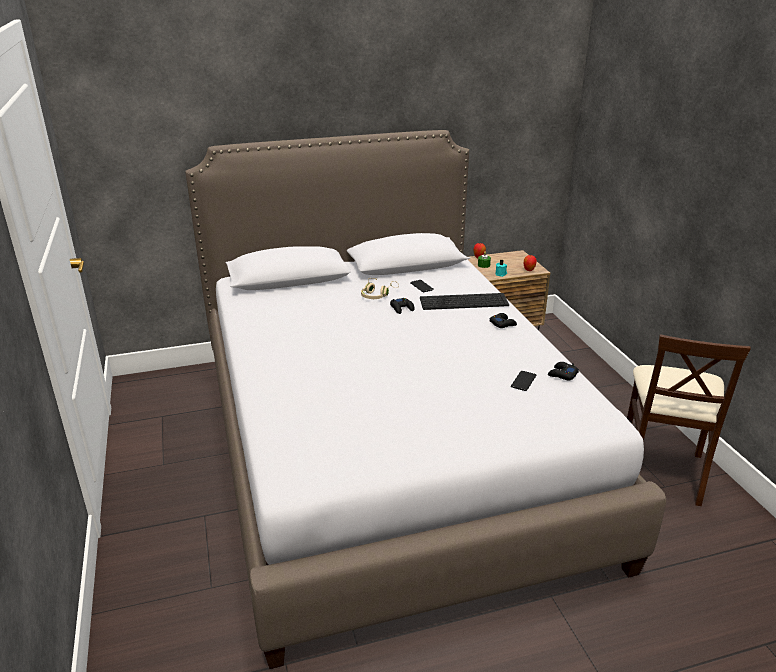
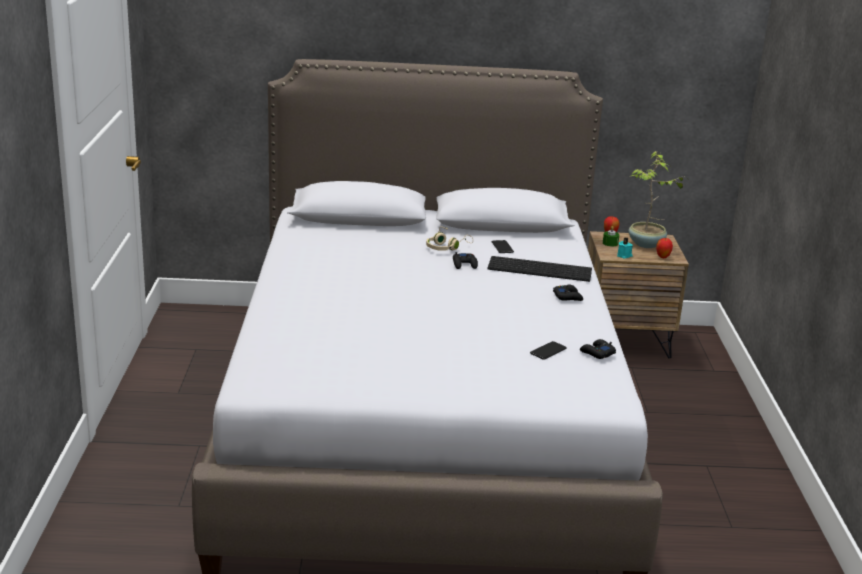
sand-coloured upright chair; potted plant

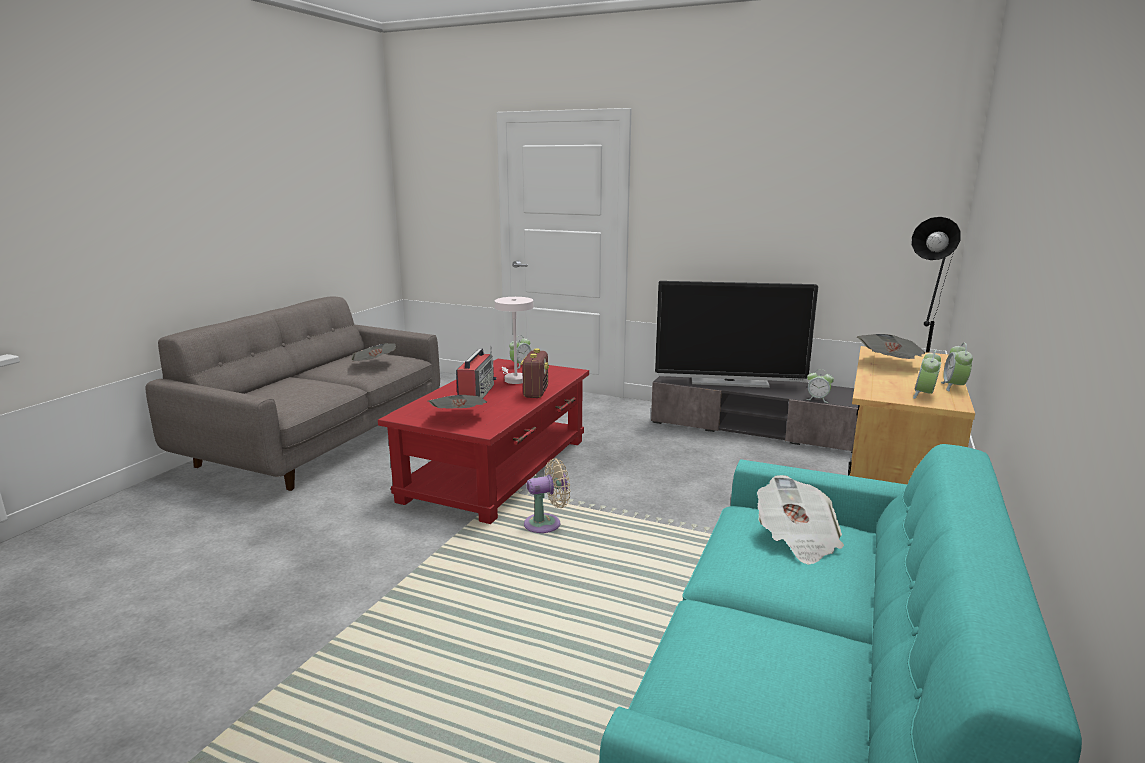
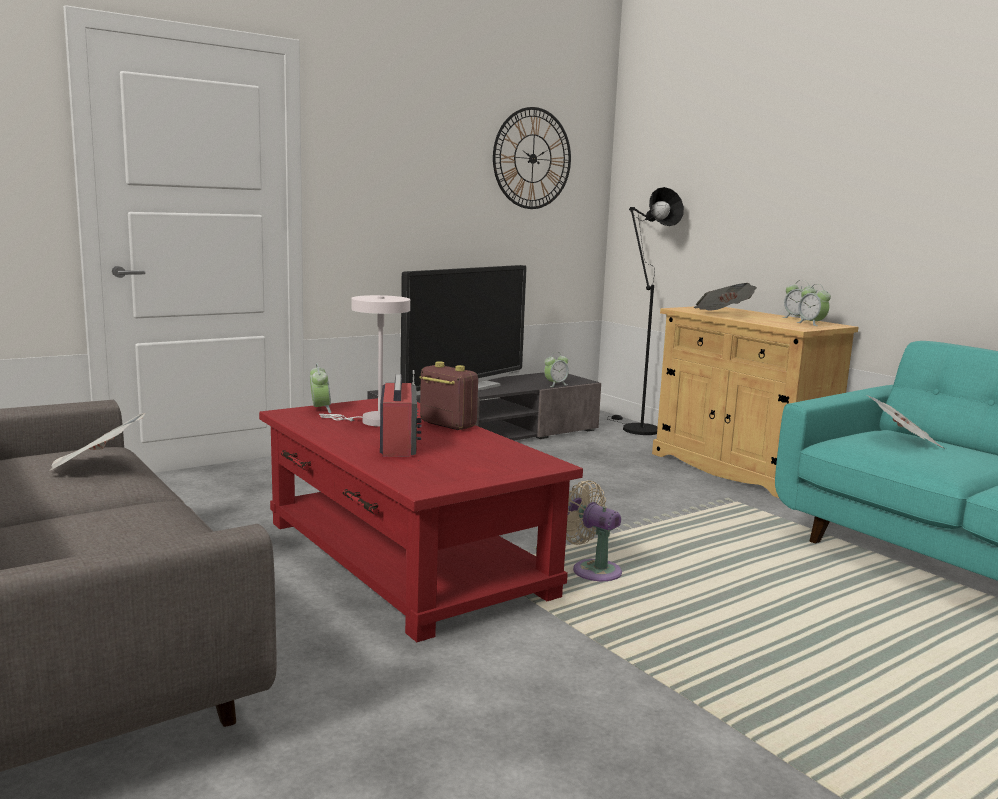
radio set (no. 1 from left); printed paper (no. 2 from left in the first image); sand-coloured cooling fan; clock on the wall

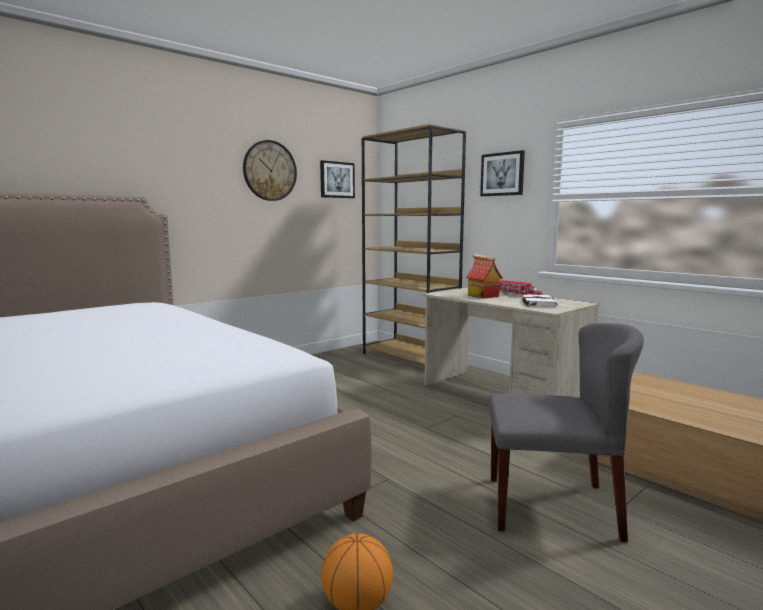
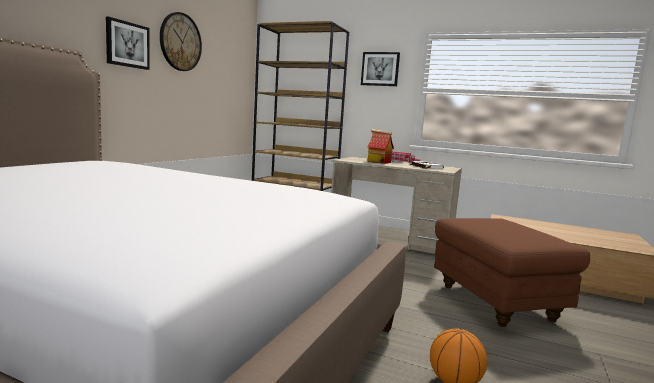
wall art (no. 1 from left); brown-coloured footrest

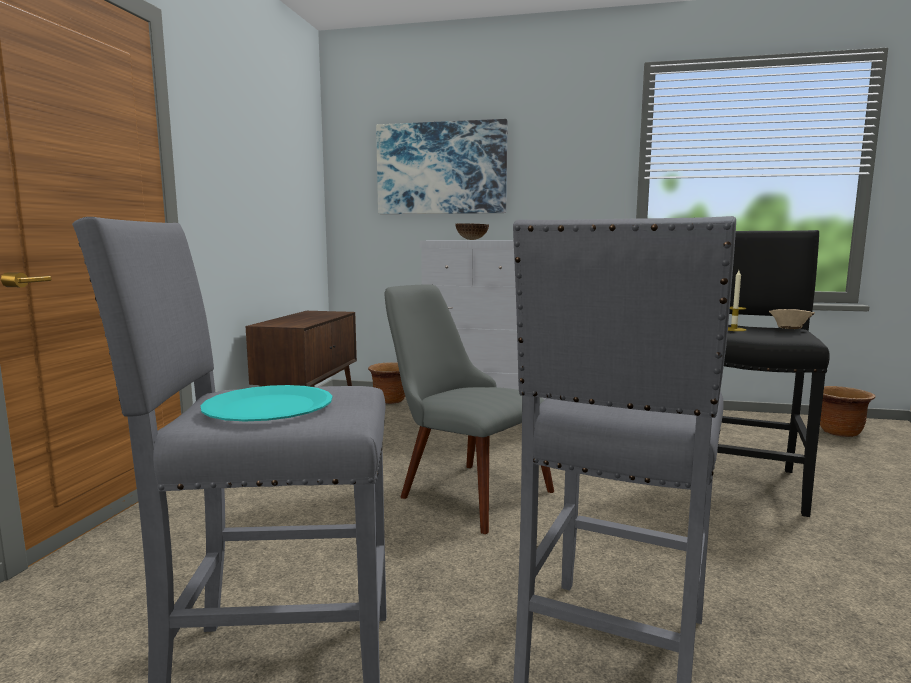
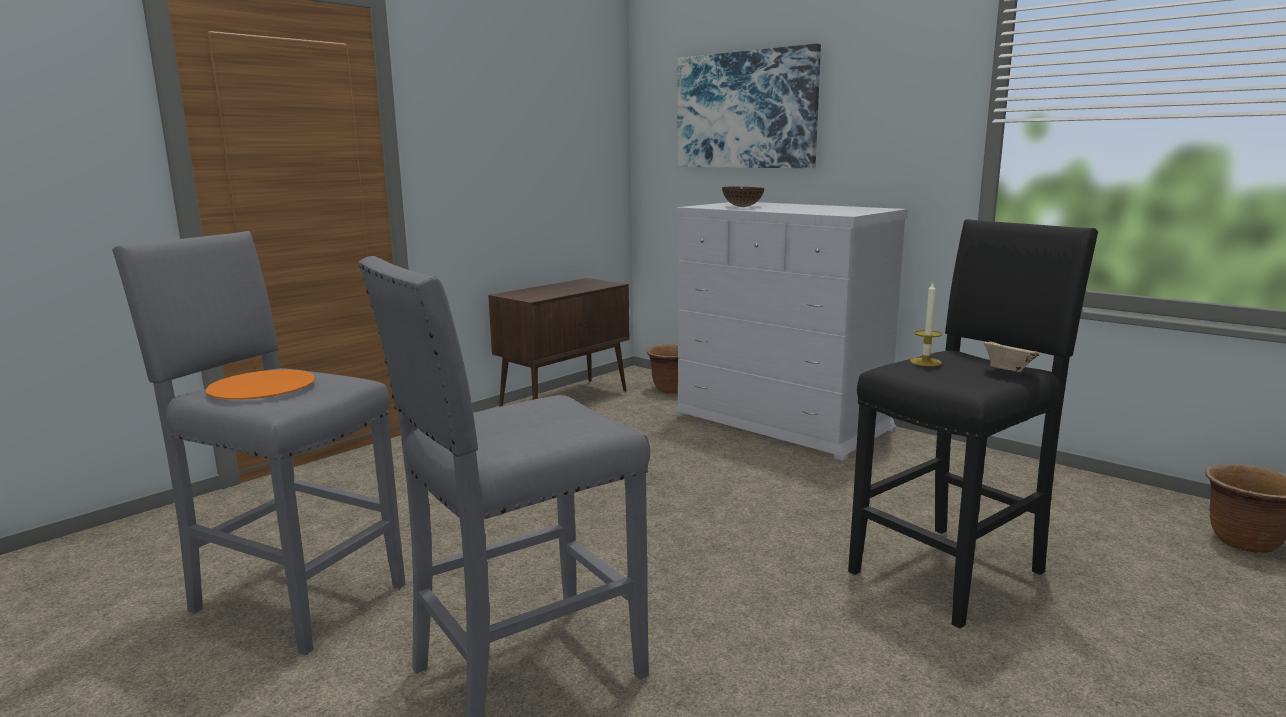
grey upright chair; orangey plate

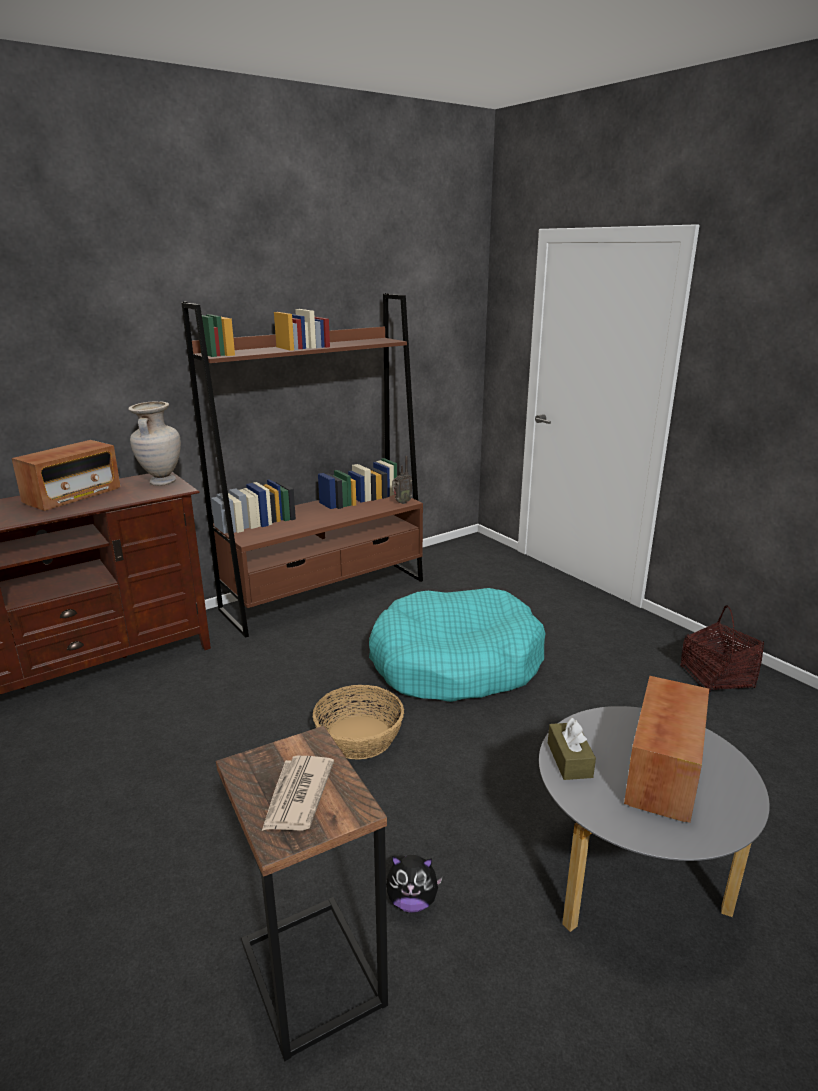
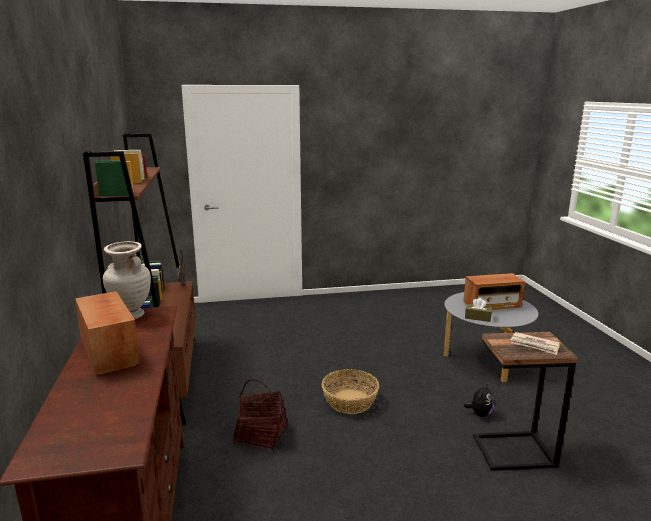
turquoise-coloured dog bed; basket (no. 1 from left); radio set (no. 3 from left)

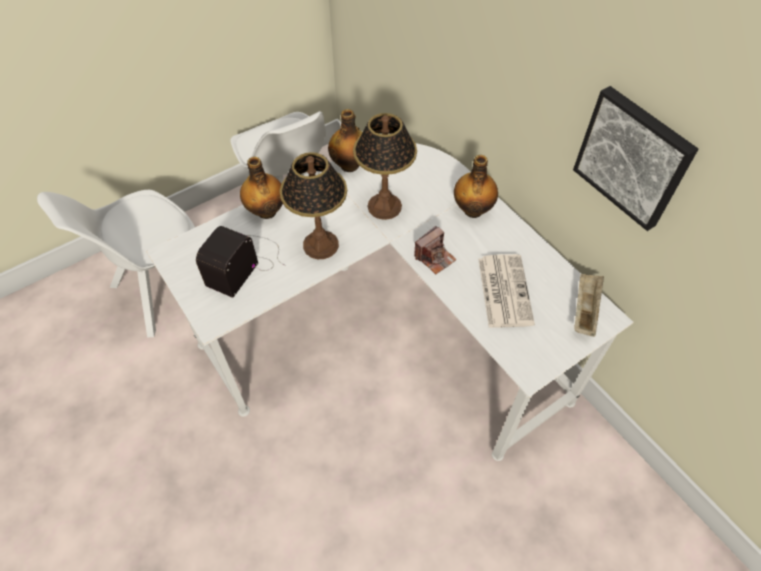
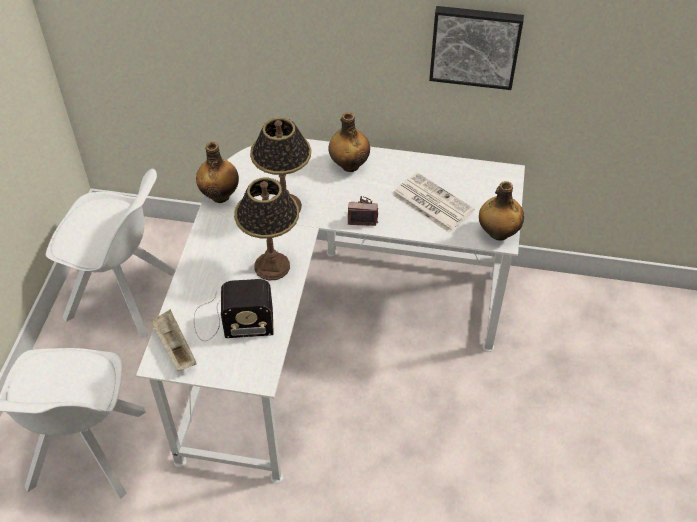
bottle (no. 3 from left); radio set; photo camera; sand-coloured serving tray

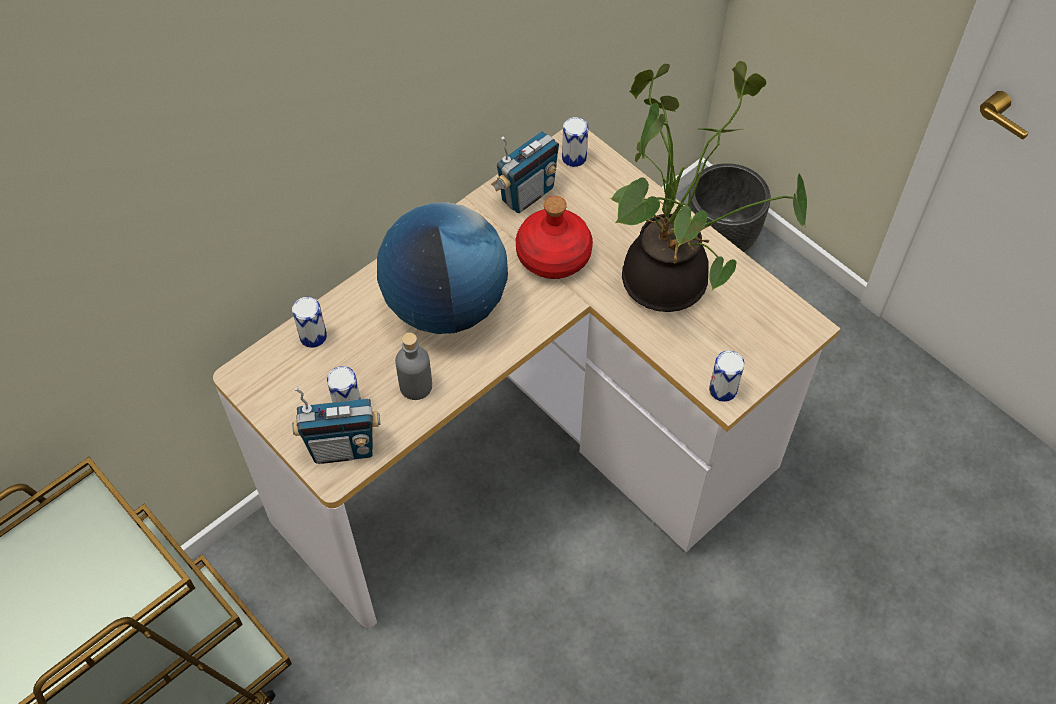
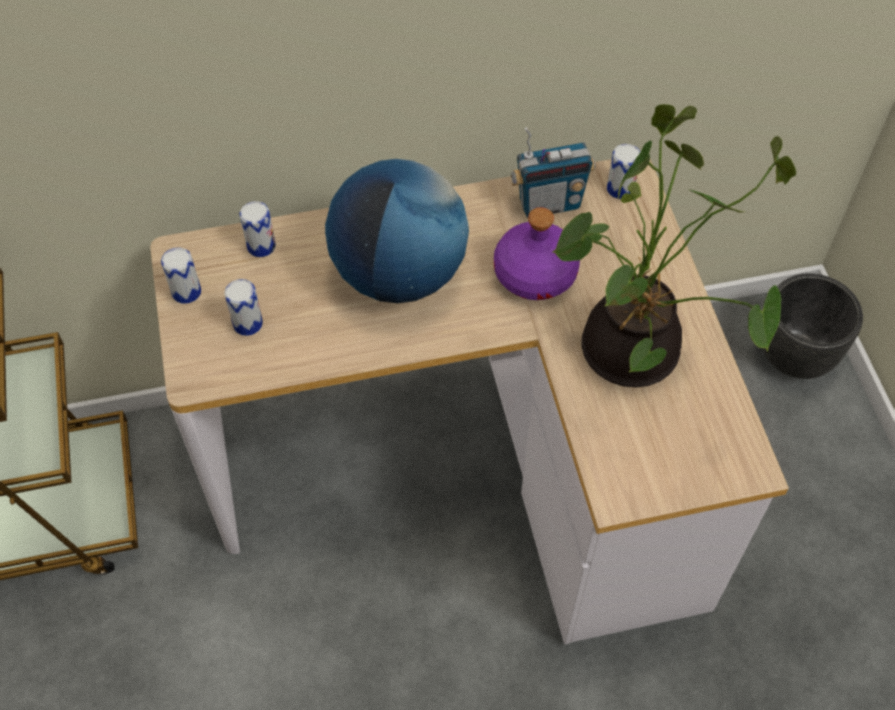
purple-coloured bottle; grey bottle; can (no. 1 from left); radio set (no. 1 from left in the first image)

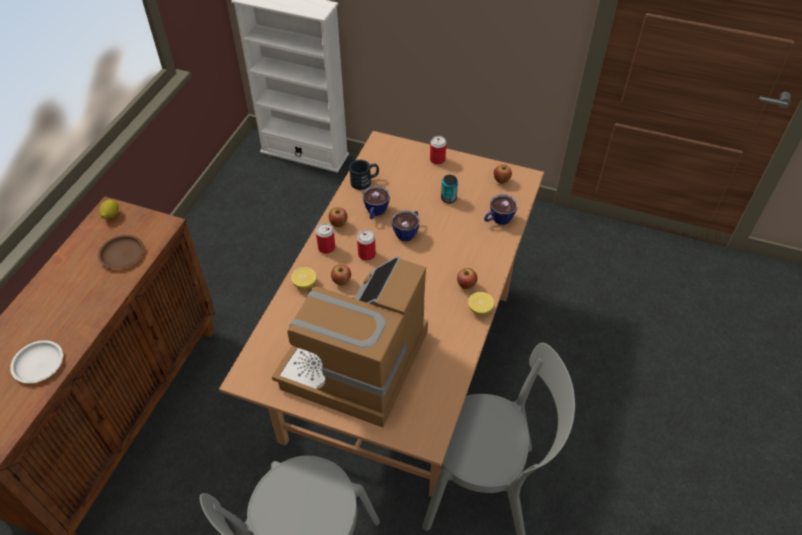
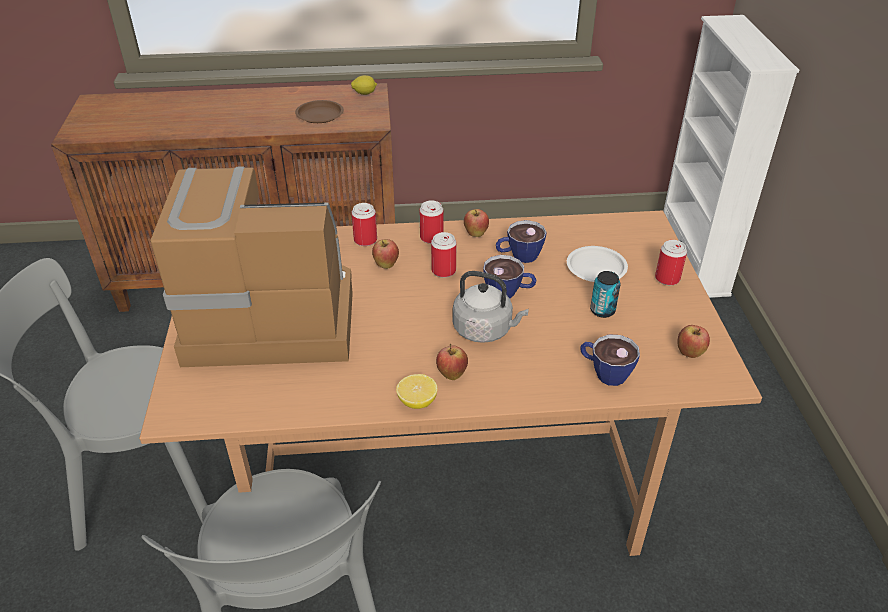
black-coloured mug; can (no. 1 from left); whitish plate; grey kettle

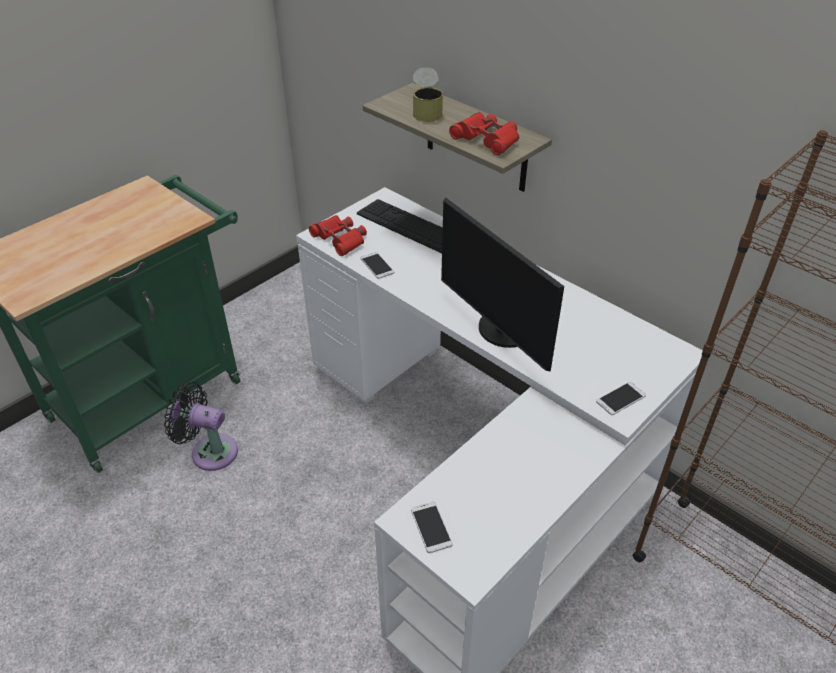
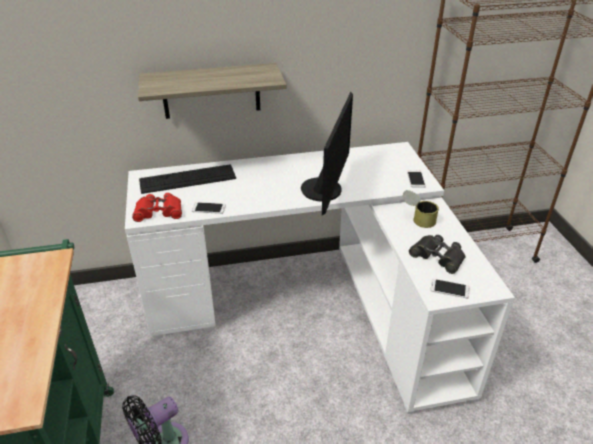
can; red pair of binoculars (no. 2 from left in the first image); monitor; black-coloured pair of binoculars

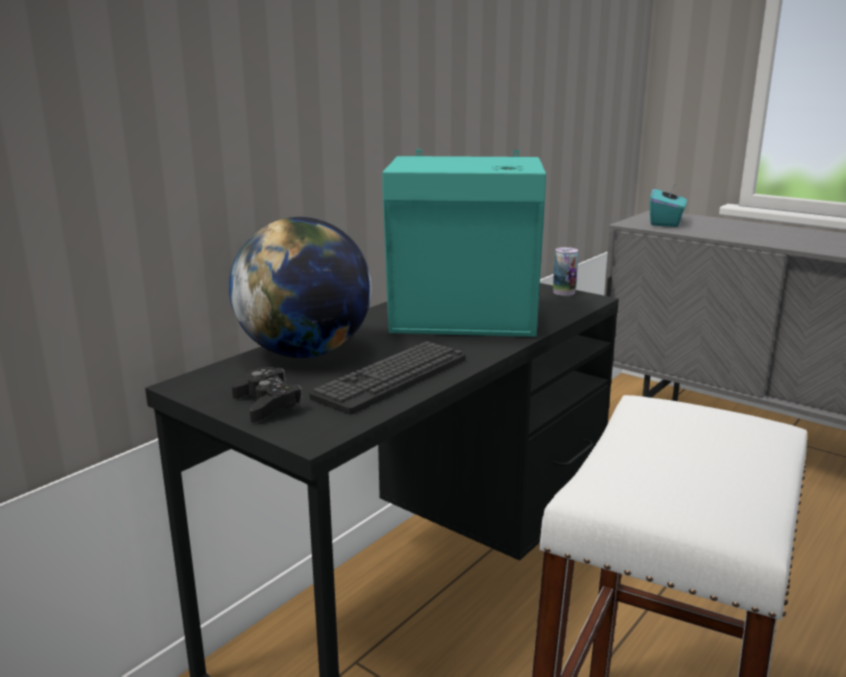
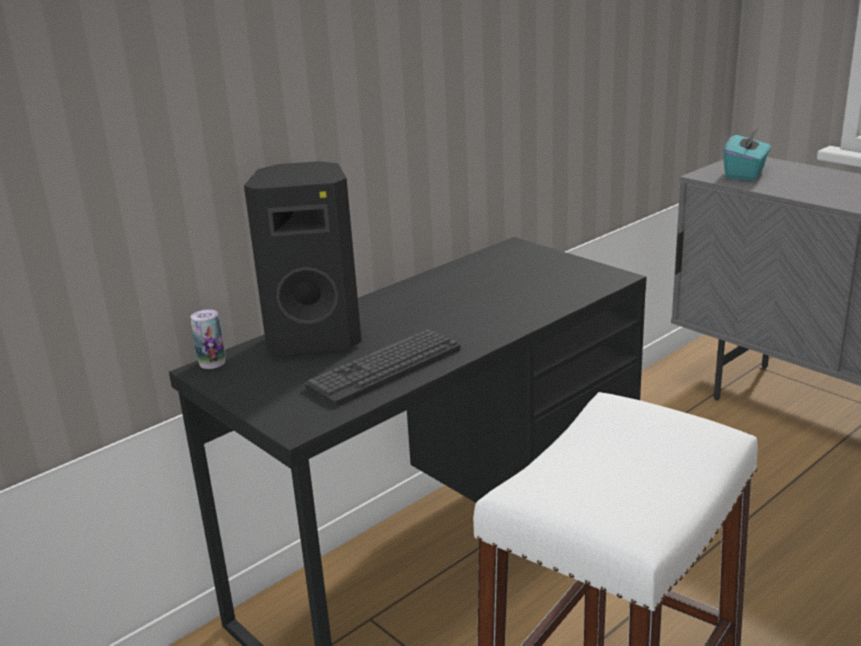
turquoise-coloured audio speaker; black-coloured audio speaker; can; black-coloured gamepad

